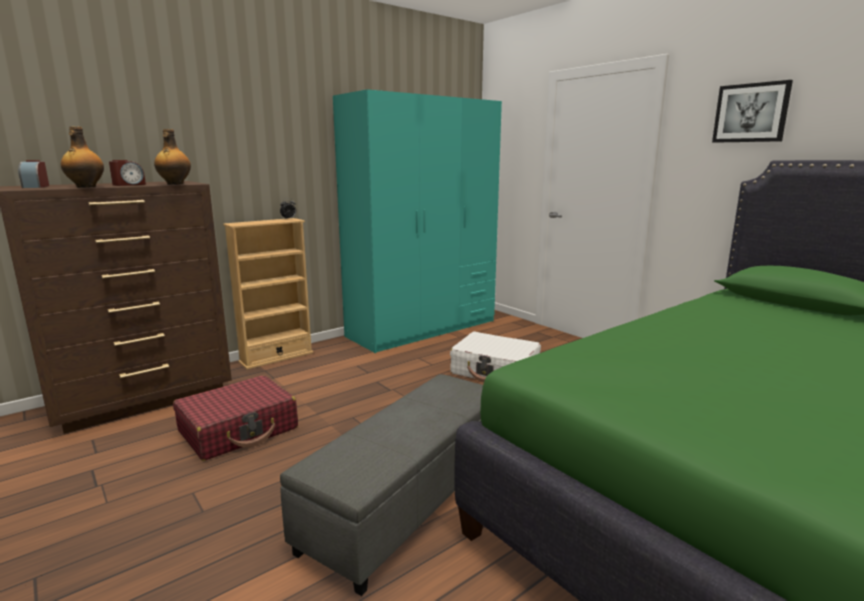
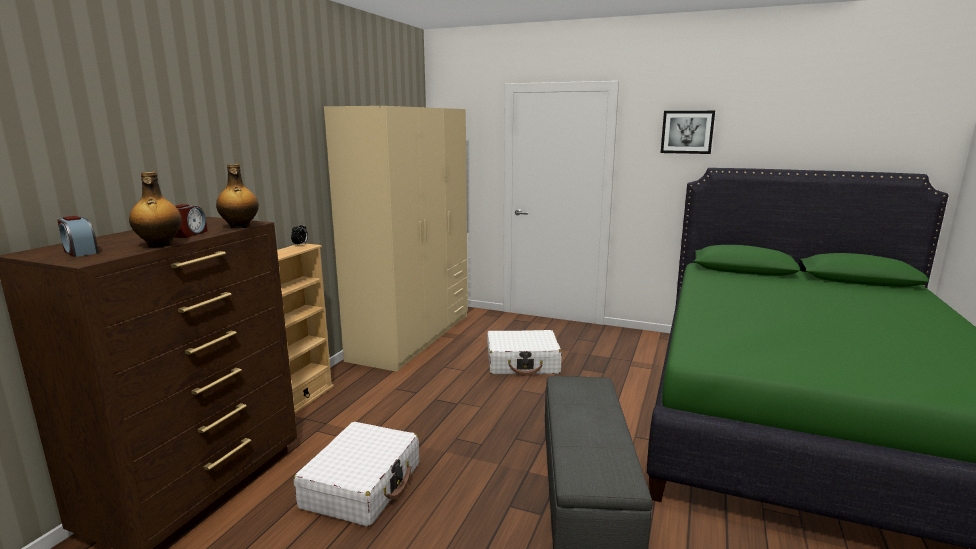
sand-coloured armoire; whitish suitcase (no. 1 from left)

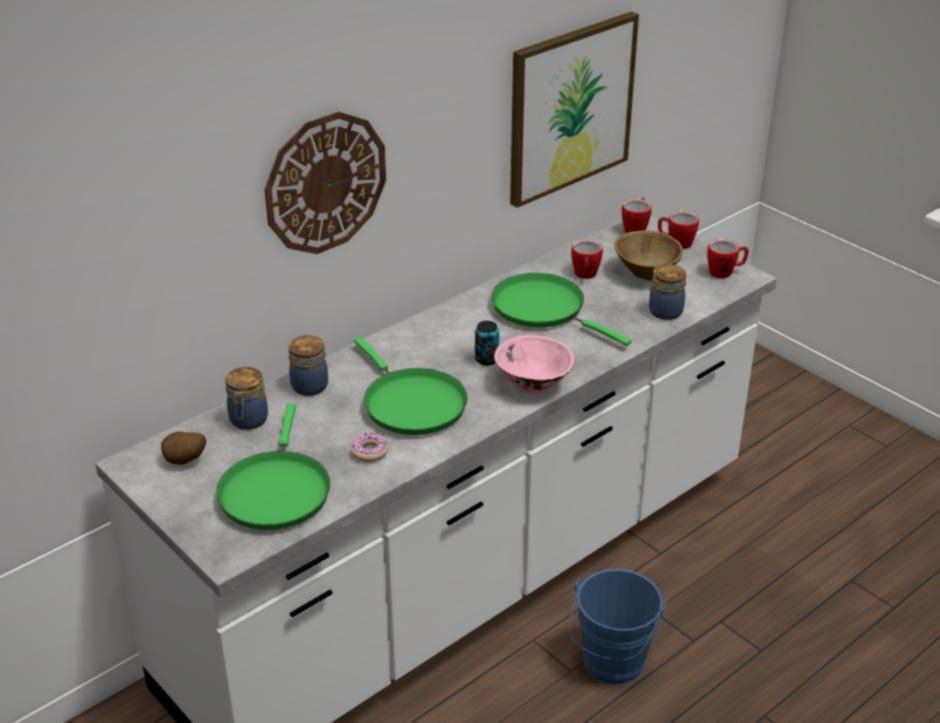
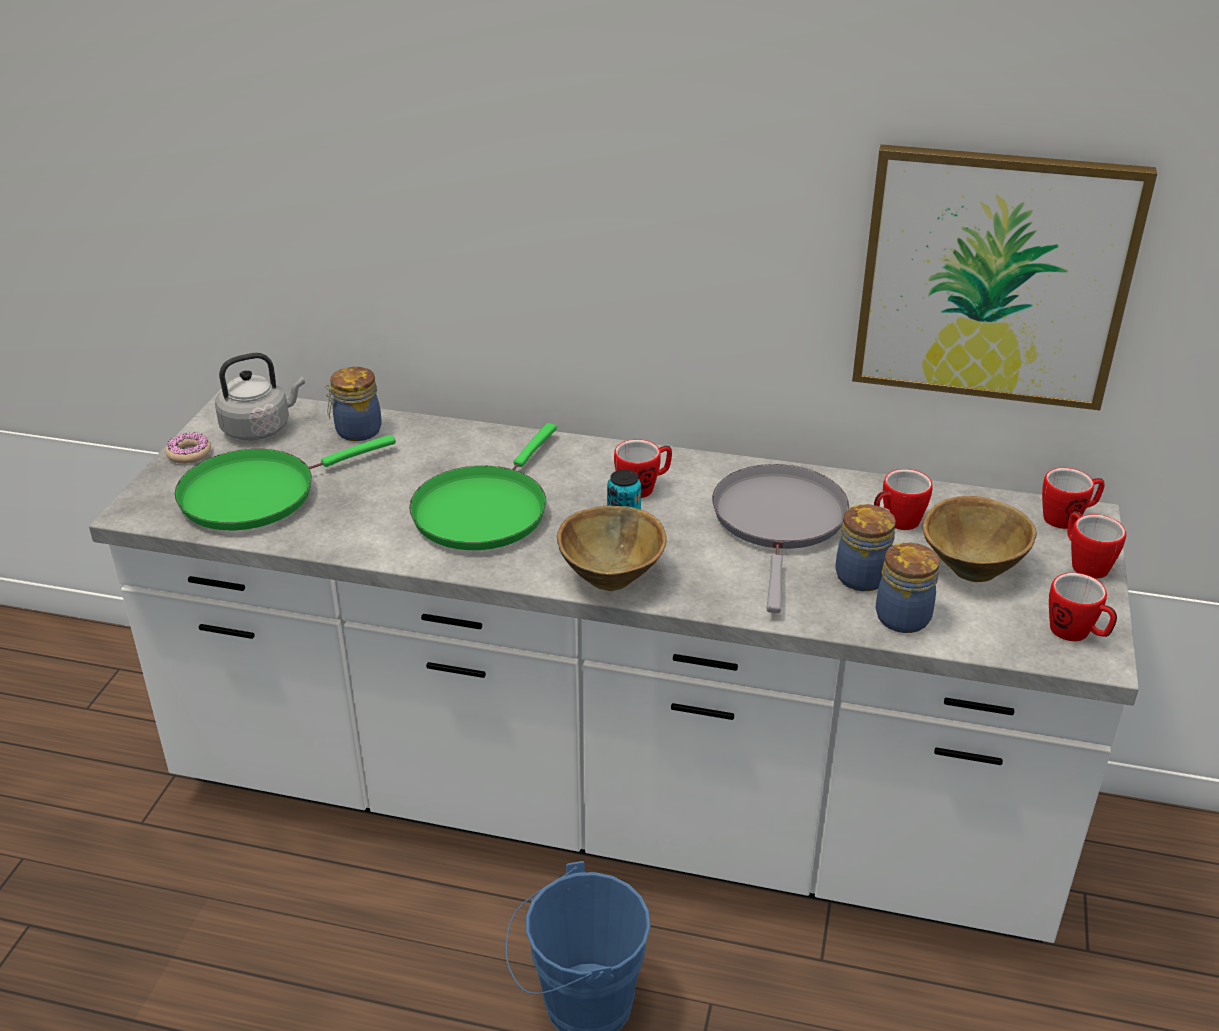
clock on the wall; grey pan; preserve jar (no. 2 from left); brown-coloured deep dish (no. 1 from left); grey kettle; ring doughnut; mug (no. 1 from left)

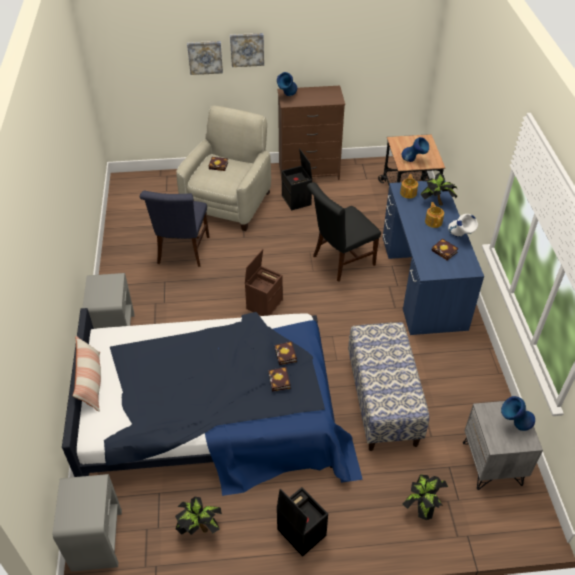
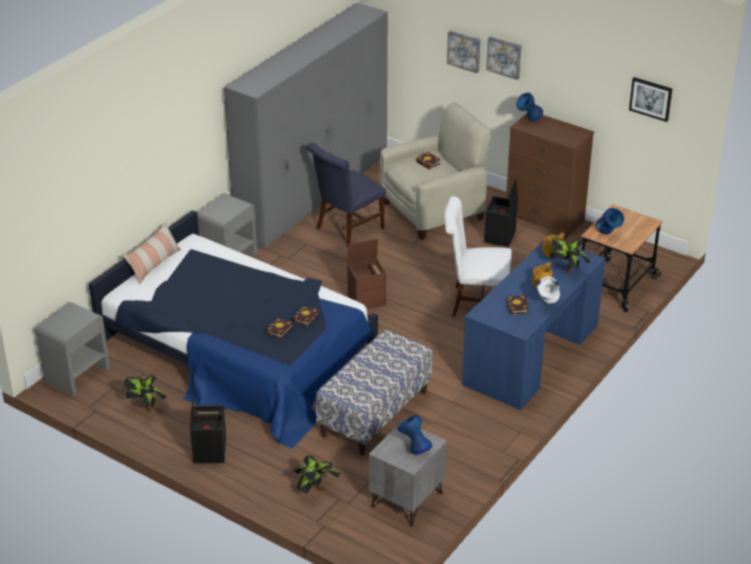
whitish upright chair; grey armoire; wall art (no. 3 from left)

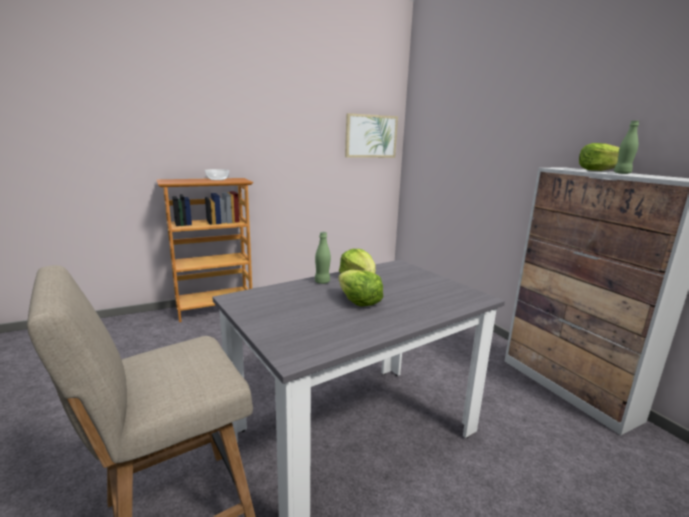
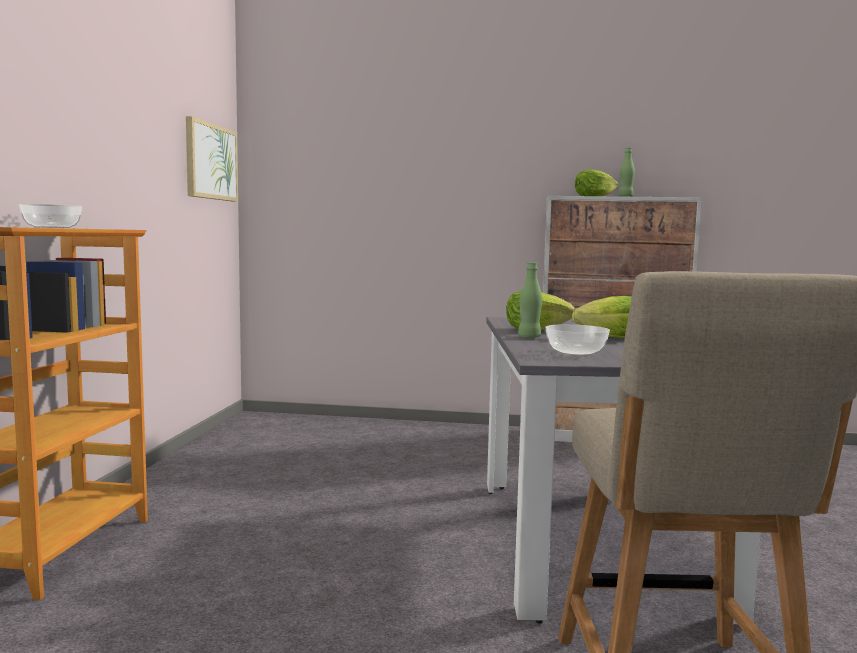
deep dish (no. 2 from left)

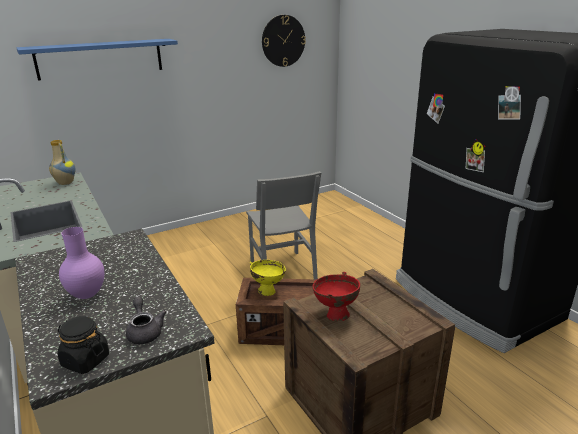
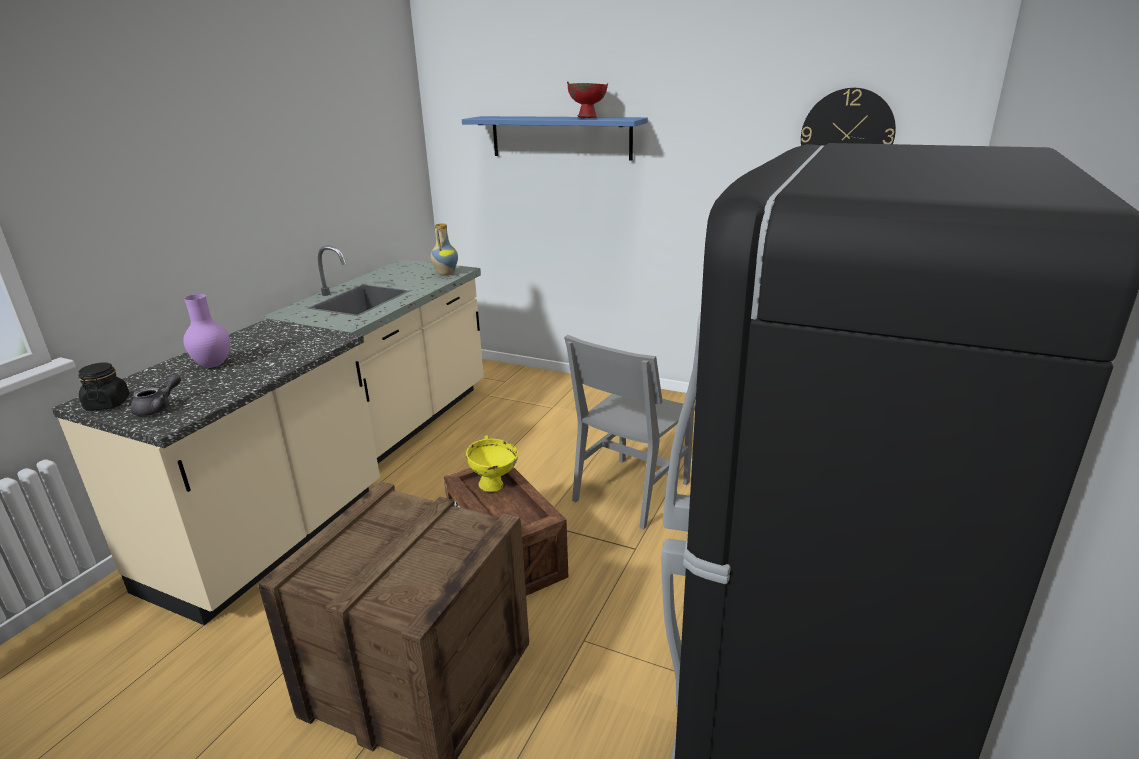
red deep dish

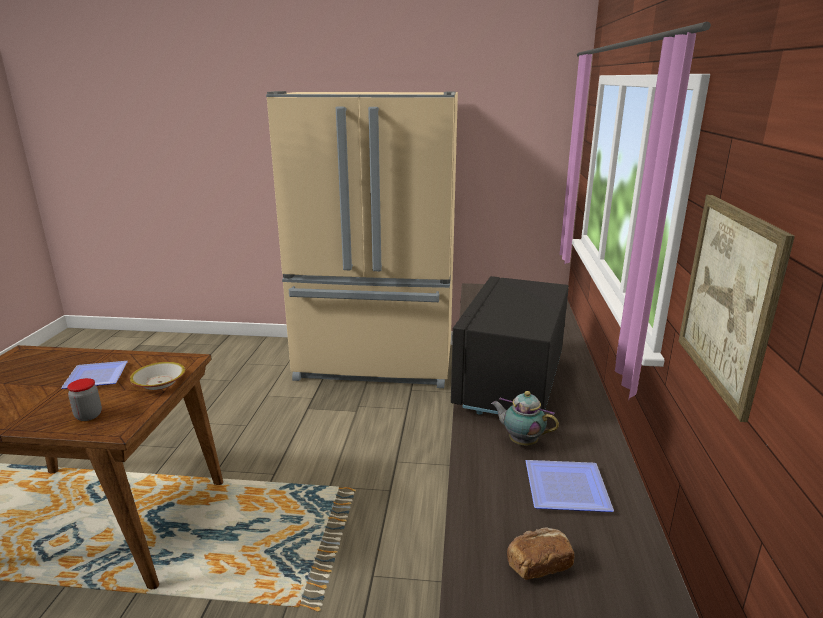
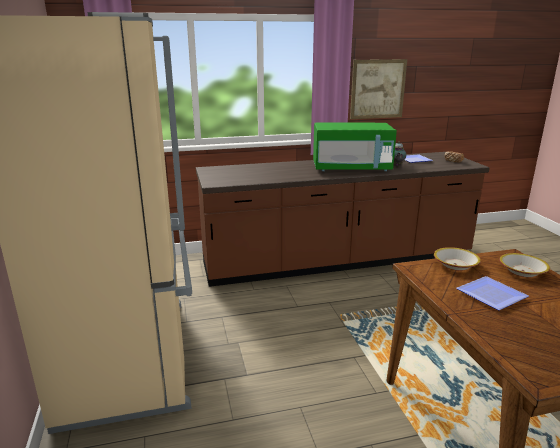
greenish kitchen microwave; deep dish (no. 2 from left)

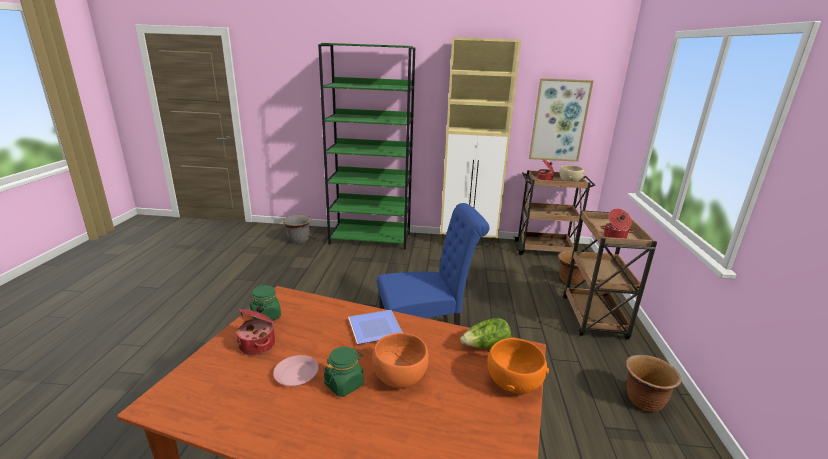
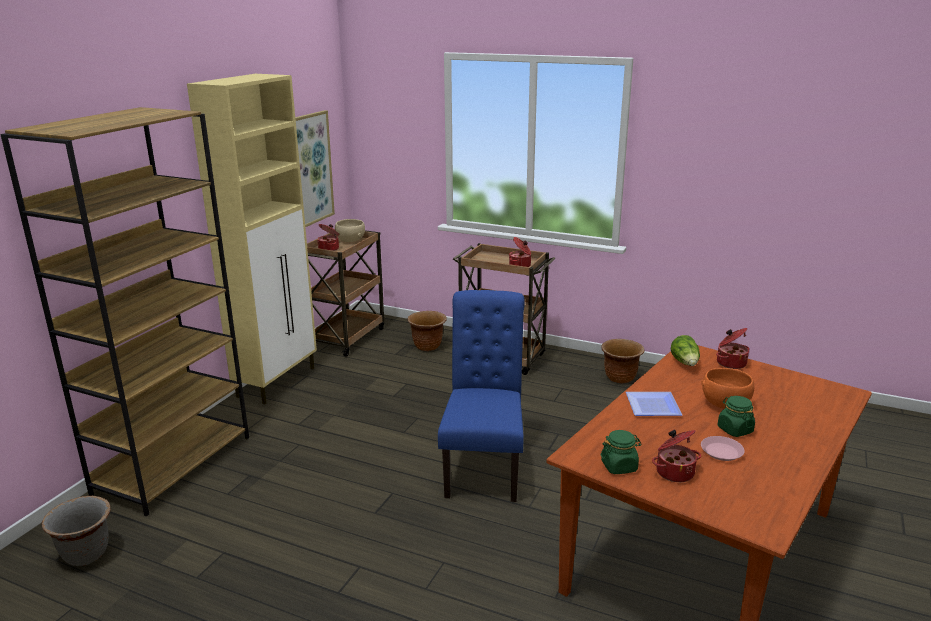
brown-coloured bookcase; saucepot (no. 4 from left)

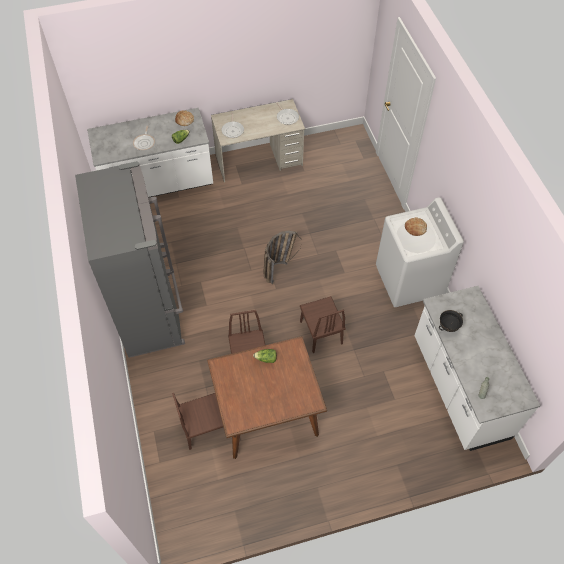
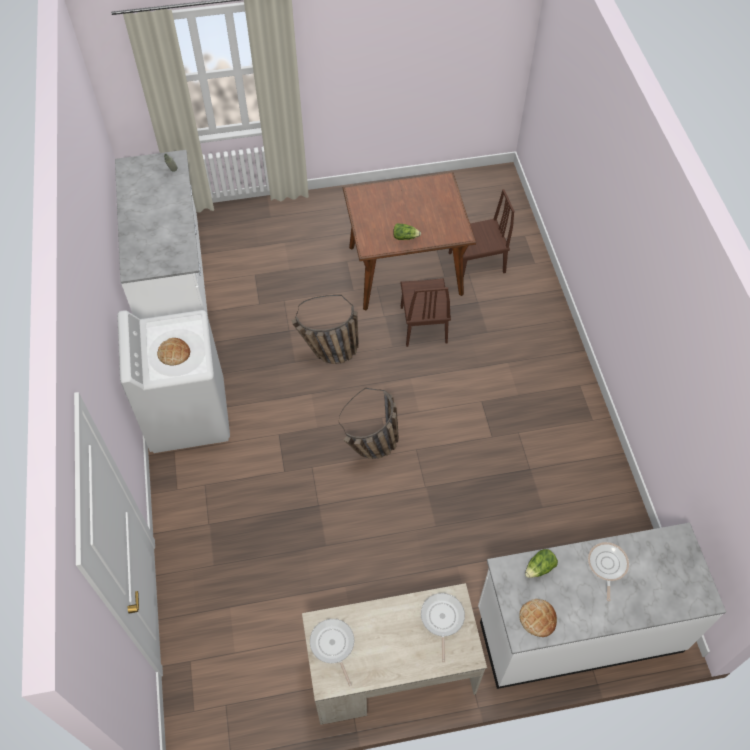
grey refrigerator; basket (no. 1 from left); black-coloured deep dish

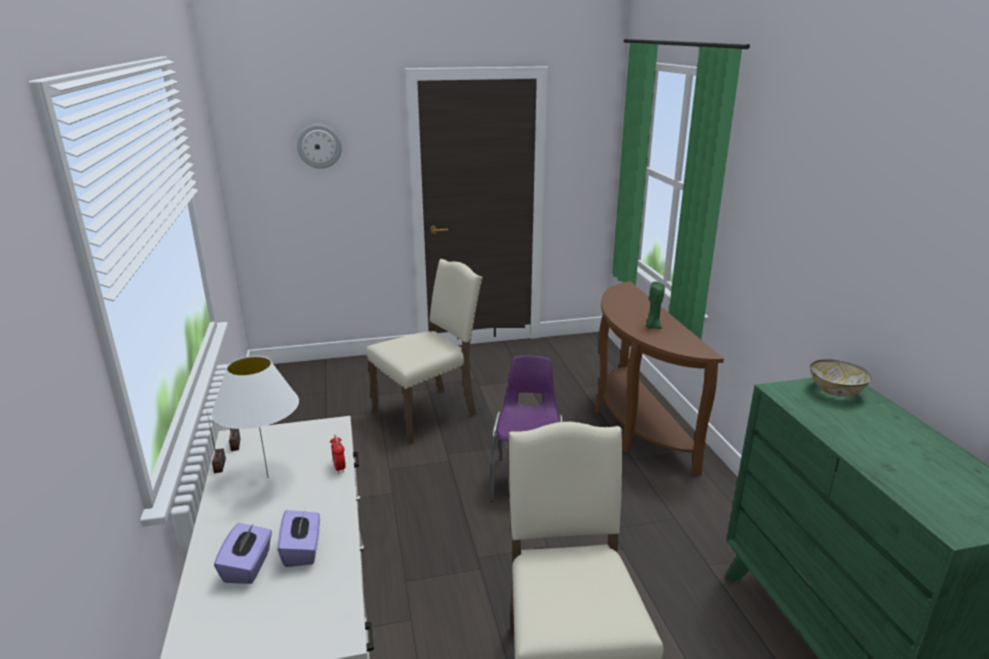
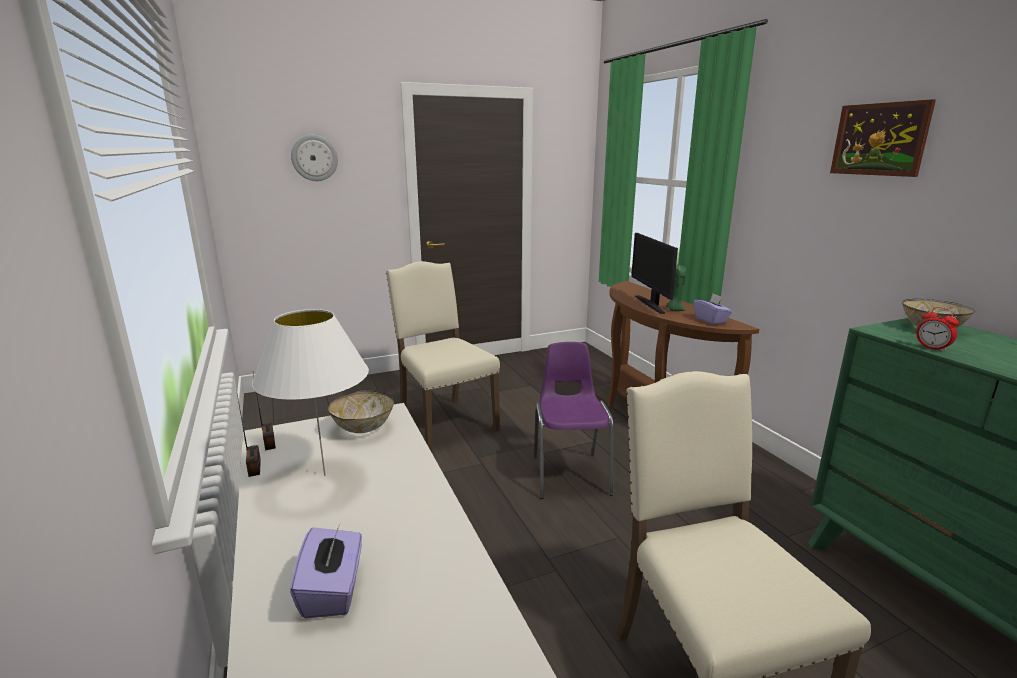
sand-coloured upright chair (no. 1 from left); alarm clock; purple-coloured tissue box (no. 2 from left); wall art; monitor; deep dish (no. 1 from left)

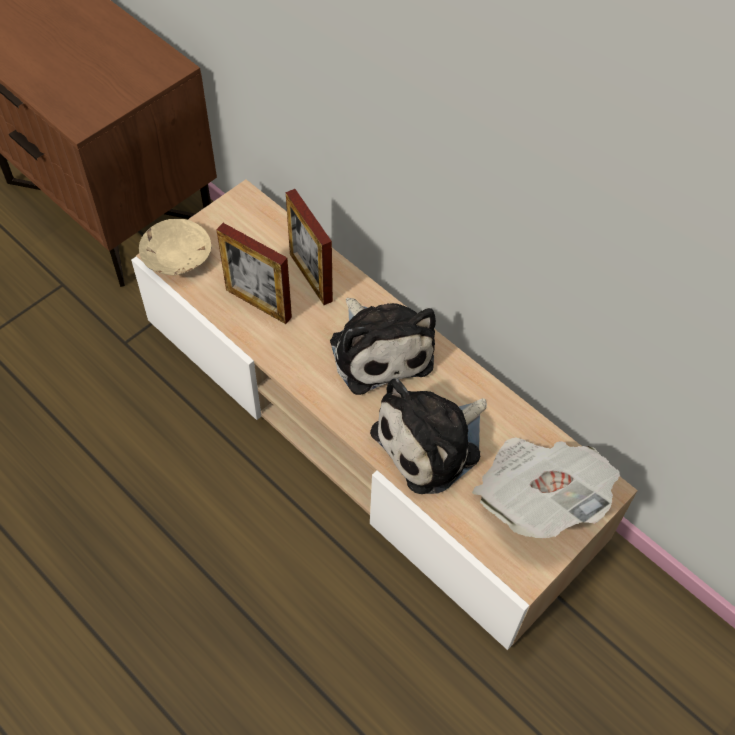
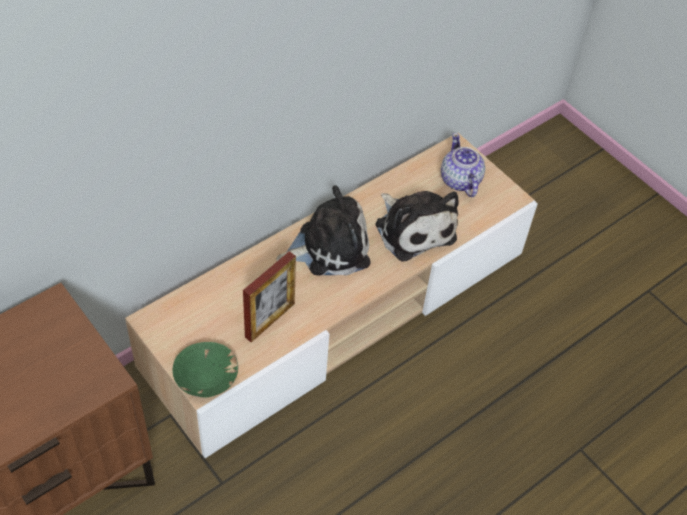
photo frame (no. 2 from left in the first image); greenish deep dish; teapot

